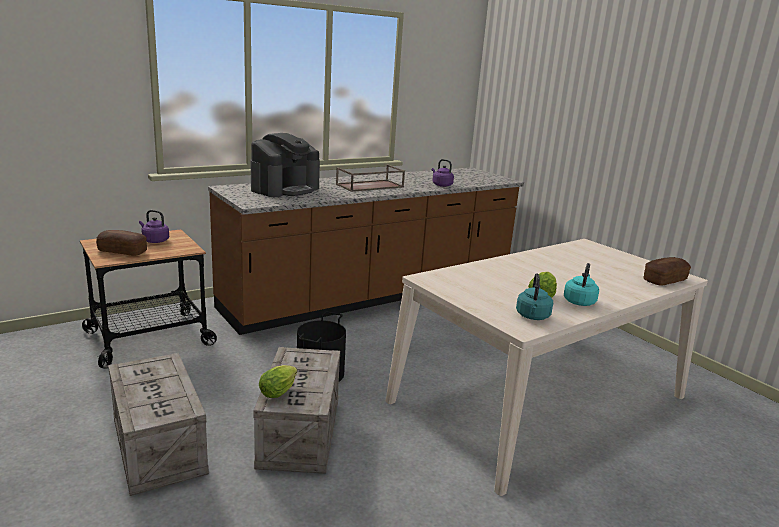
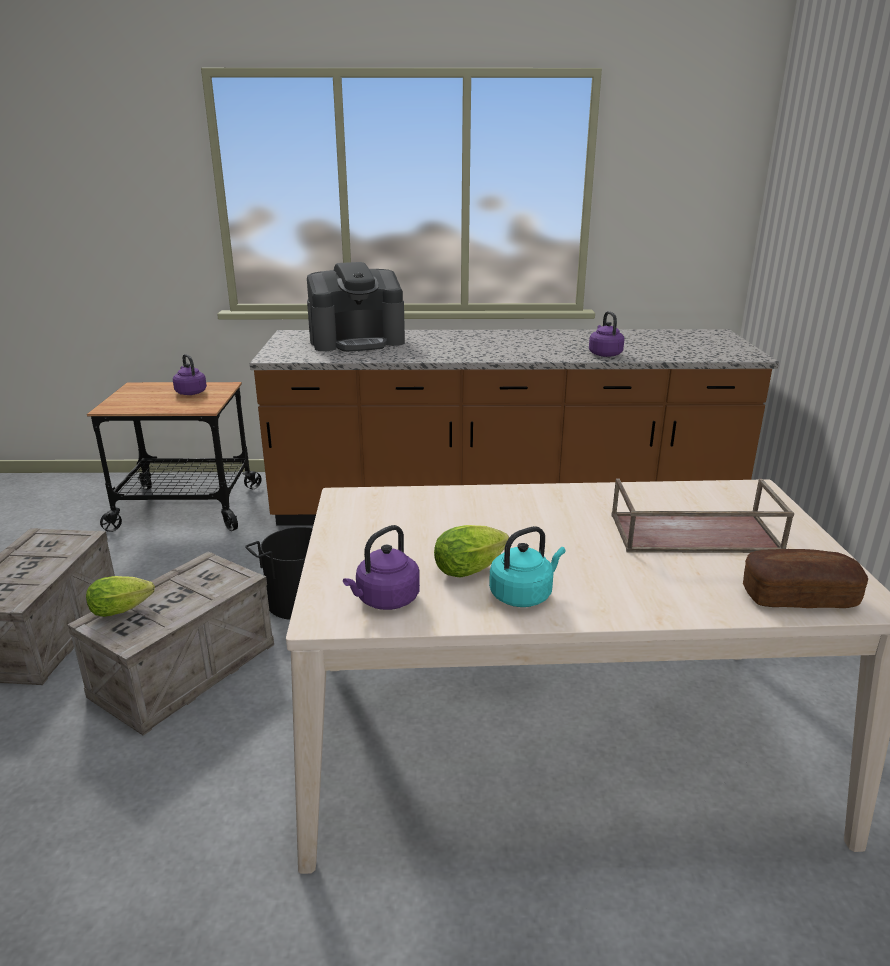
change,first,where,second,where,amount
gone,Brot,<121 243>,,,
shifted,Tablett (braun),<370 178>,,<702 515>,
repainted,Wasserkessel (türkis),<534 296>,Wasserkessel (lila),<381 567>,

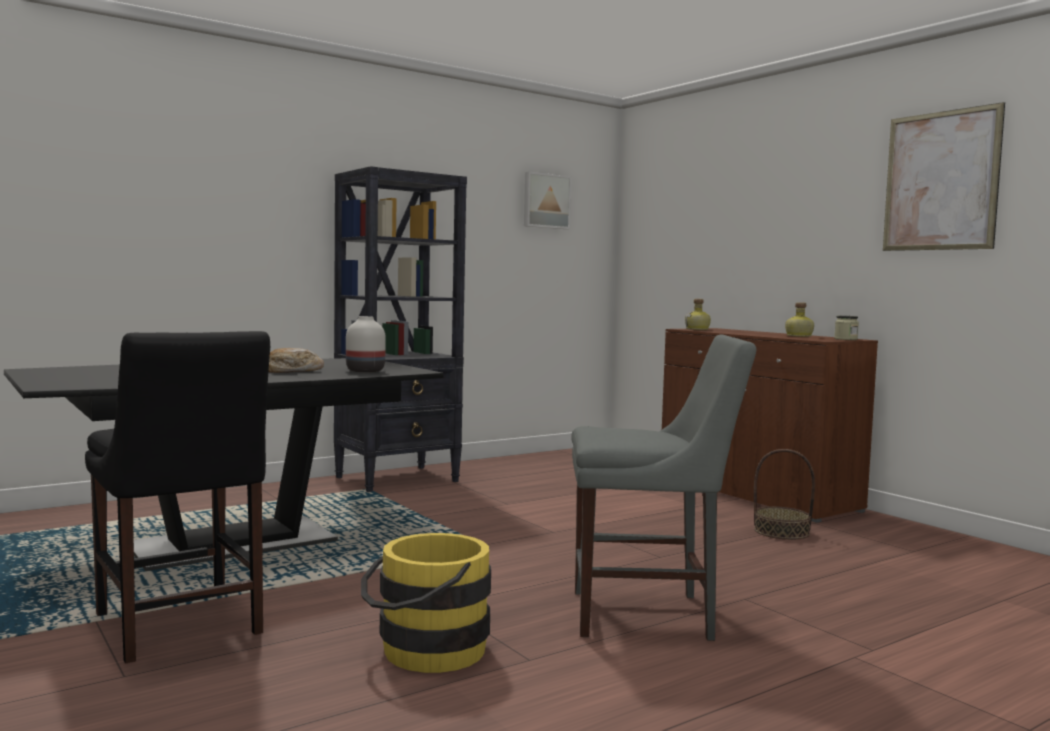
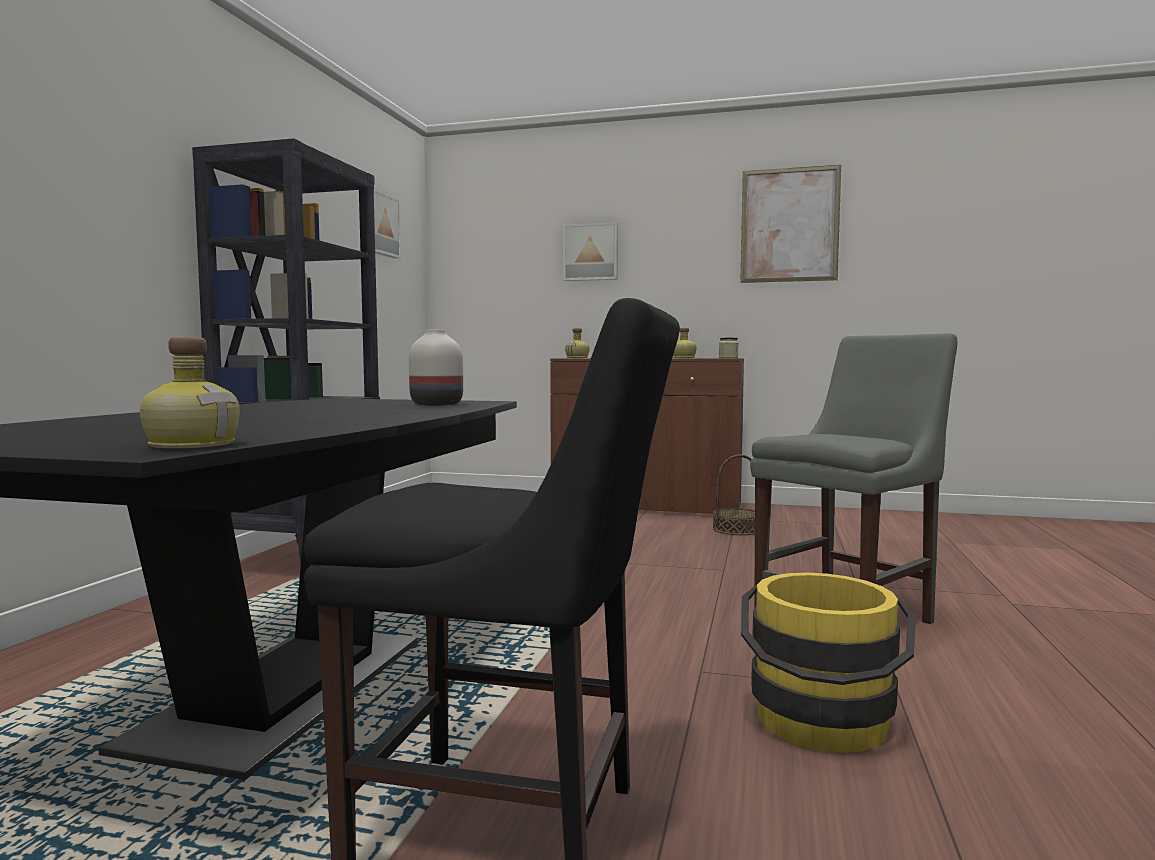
change,first,where,second,where,amount
gone,Brot,<296 360>,,,
new,,,Flasche,<190 392>,
new,,,Bild,<590 251>,

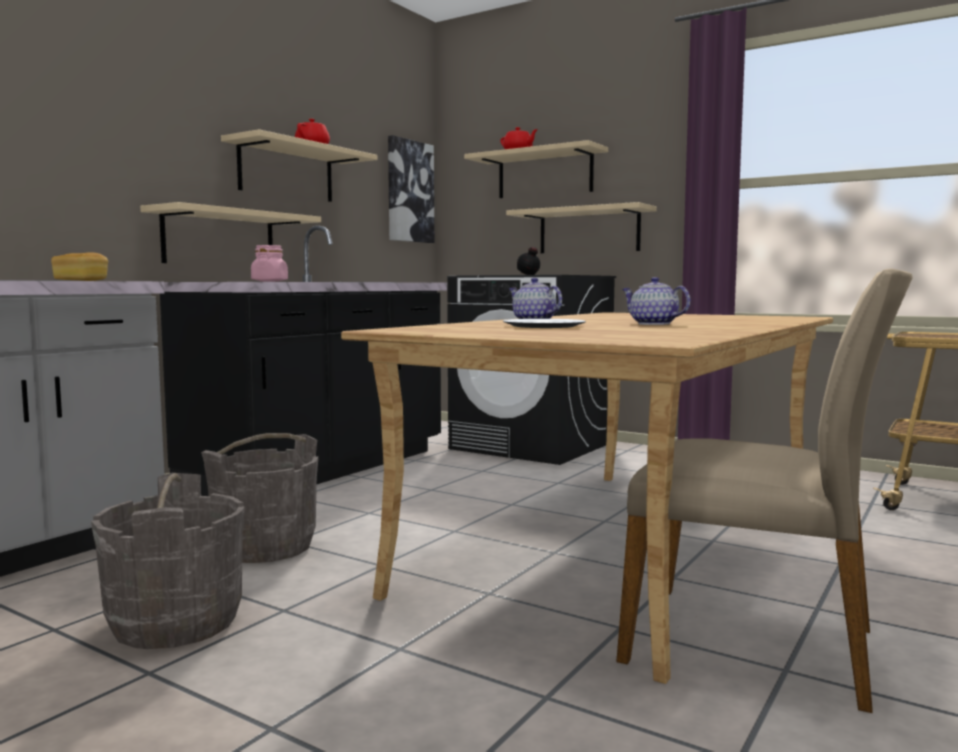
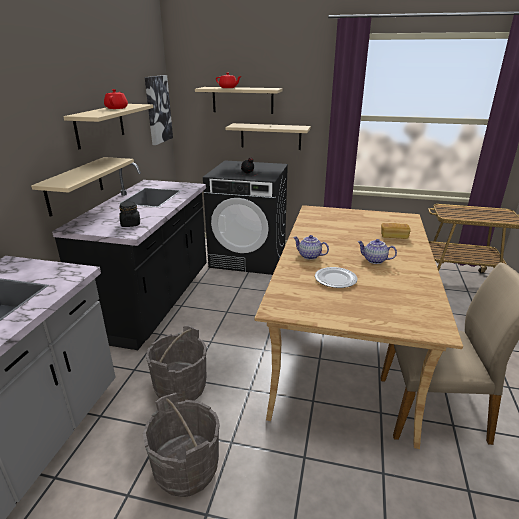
change,first,where,second,where,amount
shifted,Brot,<79 266>,,<396 231>,
repainted,Vorratsglas (rosa),<269 263>,Vorratsglas (schwarz),<129 214>,

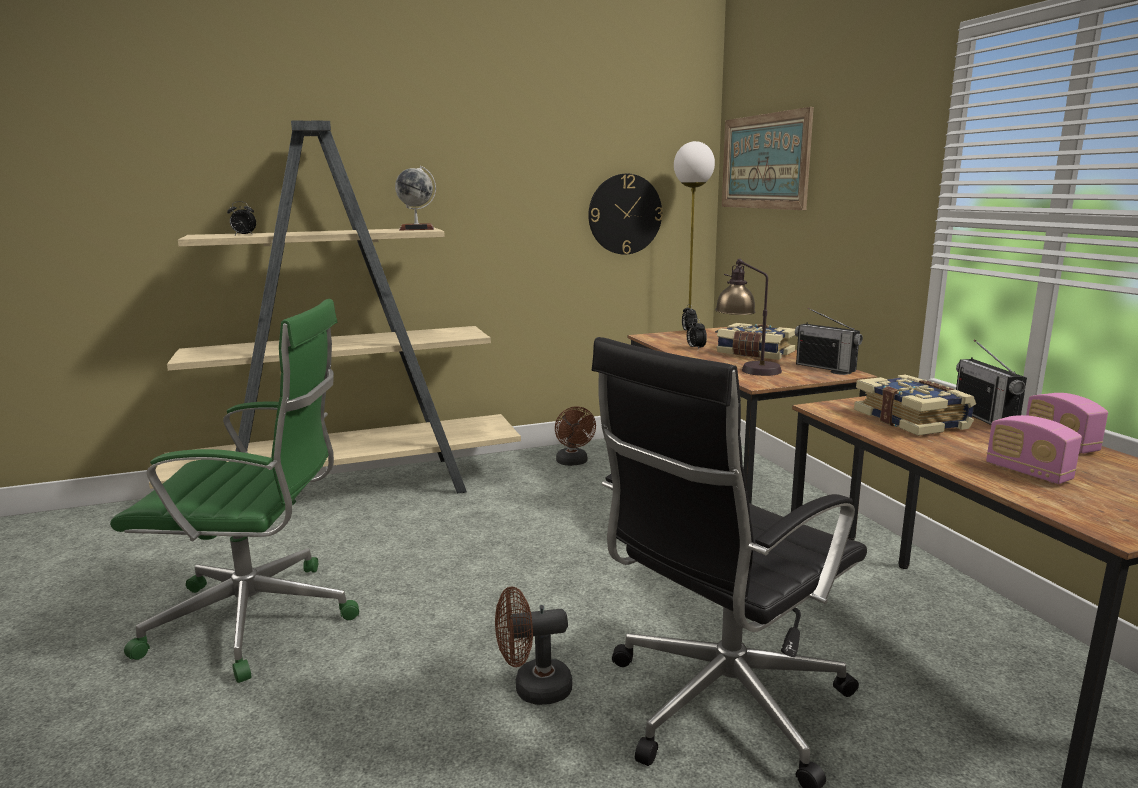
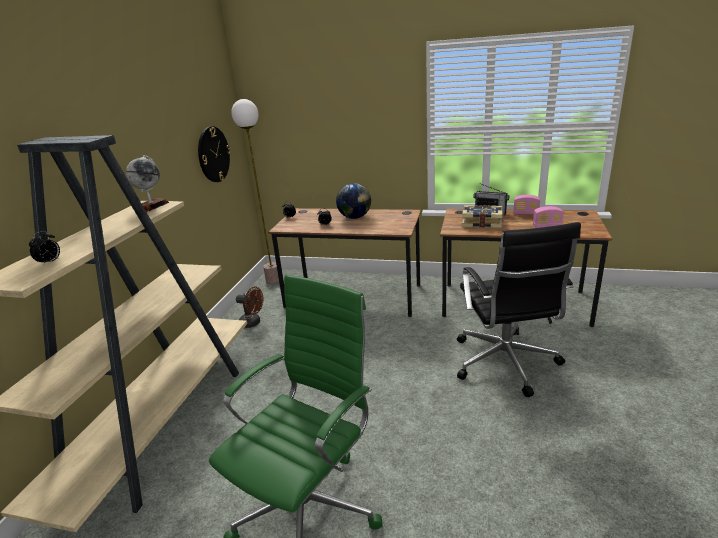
change,first,where,second,where,amount
gone,Ventilator (braun),<533 646>,,,
gone,Tischlampe,<748 317>,,,
swapped,Buch,<755 341>,Globus,<353 201>,
gone,Bild,<768 158>,,,
gone,Radio,<829 340>,,,

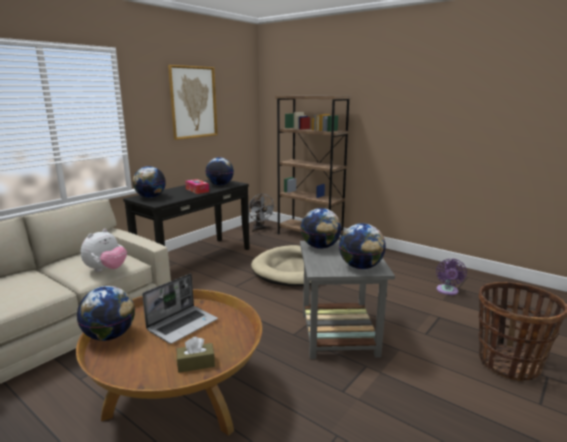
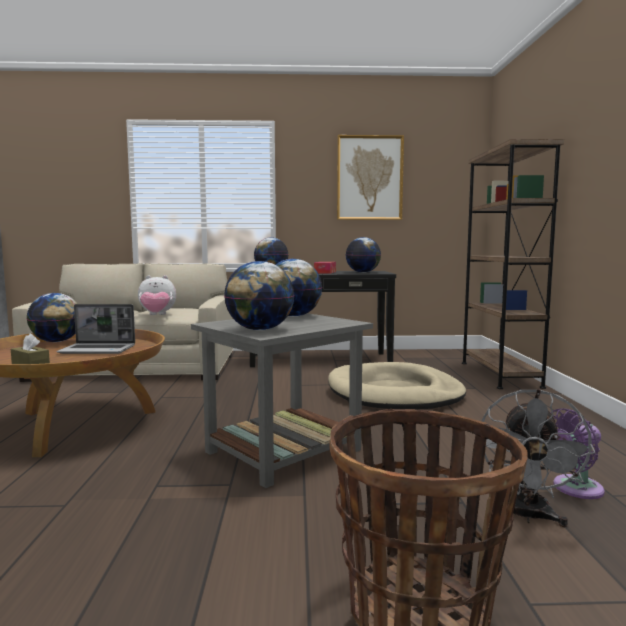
change,first,where,second,where,amount
shifted,Ventilator (grau),<261 212>,,<538 458>,

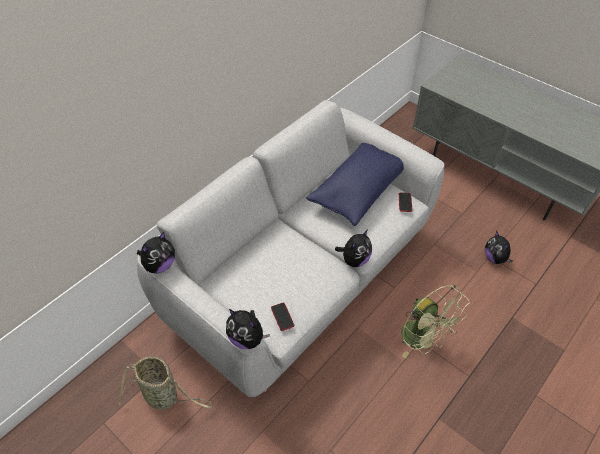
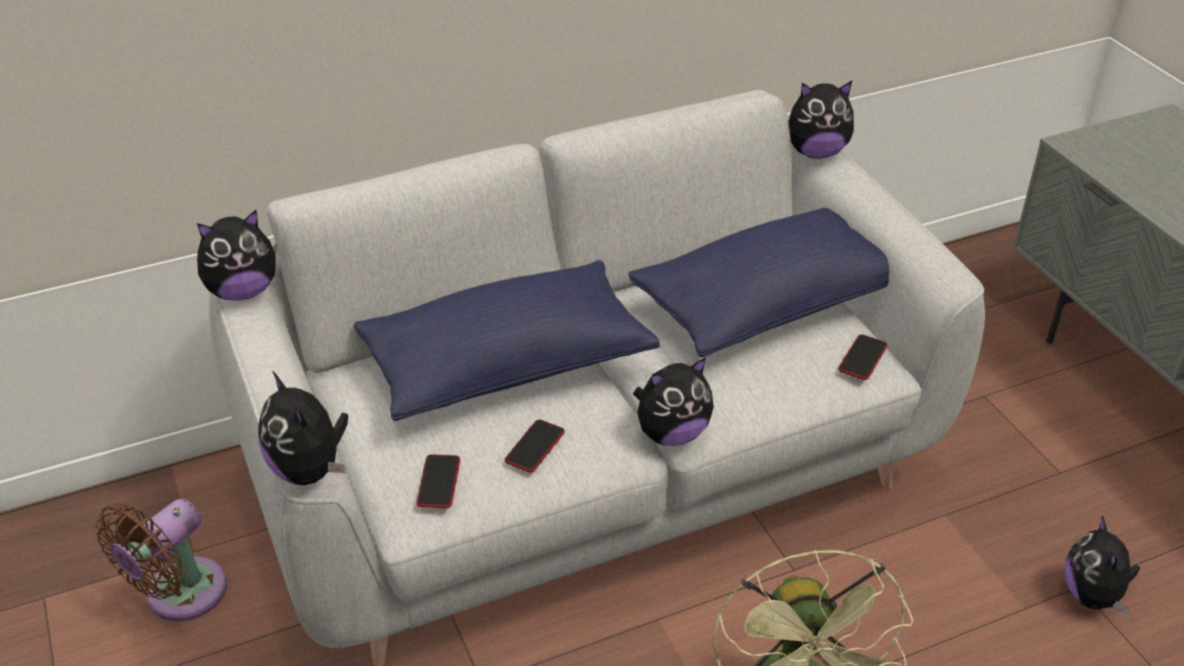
change,first,where,second,where,amount
swapped,Korb,<165 383>,Ventilator (braun),<161 560>,
new,,,Kissen (blau),<507 340>,
new,,,Handy,<535 446>,
new,,,Plüschtier,<821 120>,

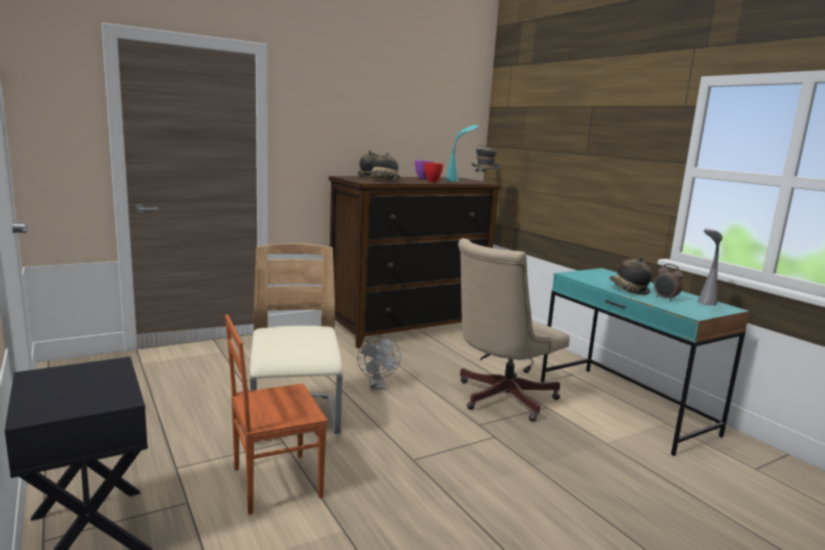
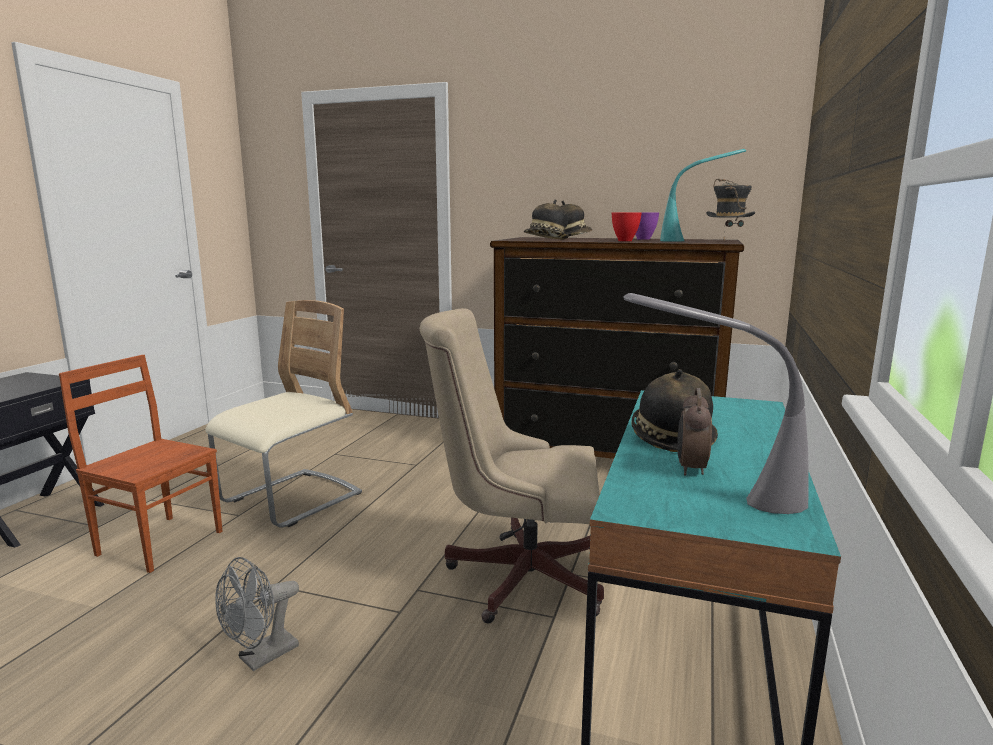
change,first,where,second,where,amount
shifted,Ventilator (grau),<379 363>,,<257 614>,

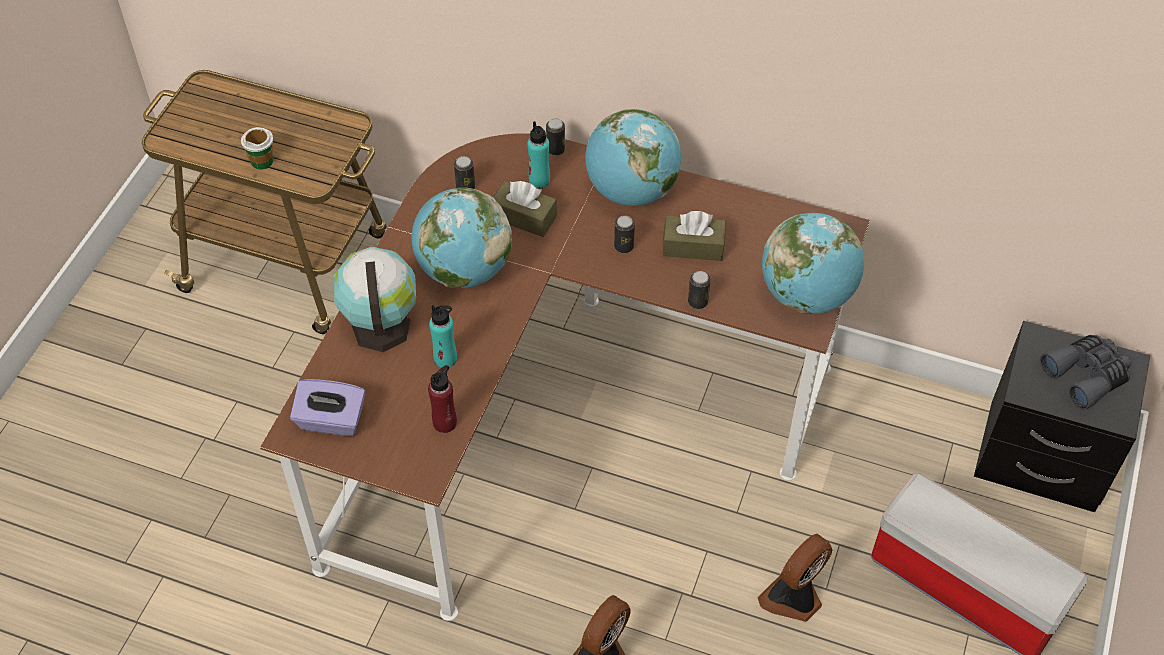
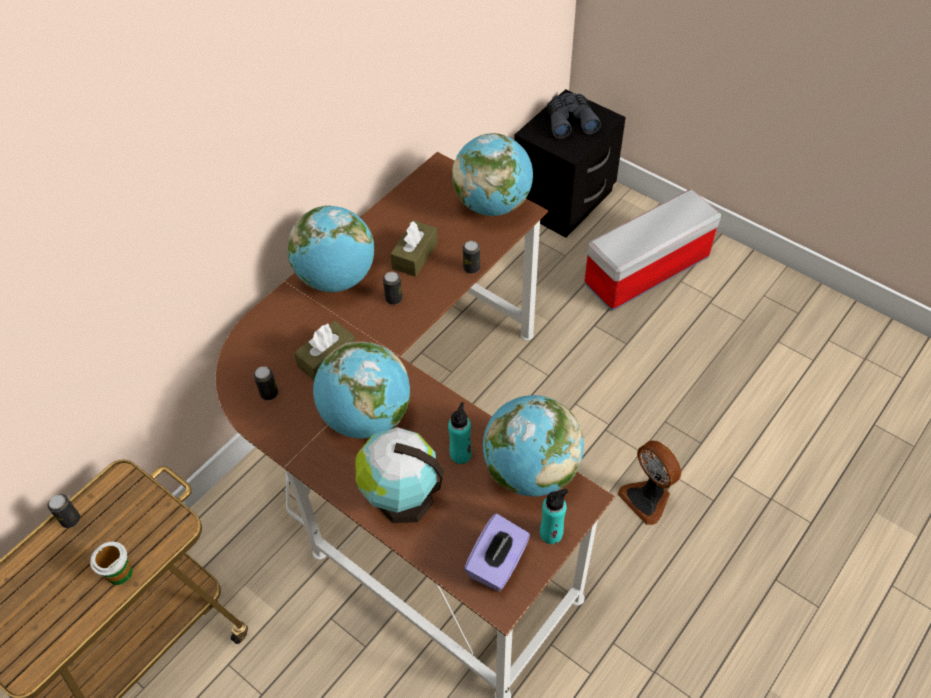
change,first,where,second,where,amount
swapped,Flasche (rot),<442 399>,Globus,<533 445>,
shifted,Flasche (türkis),<538 154>,,<554 516>,
shifted,Dose,<555 136>,,<63 511>,
gone,Ventilator,<794 578>,,,

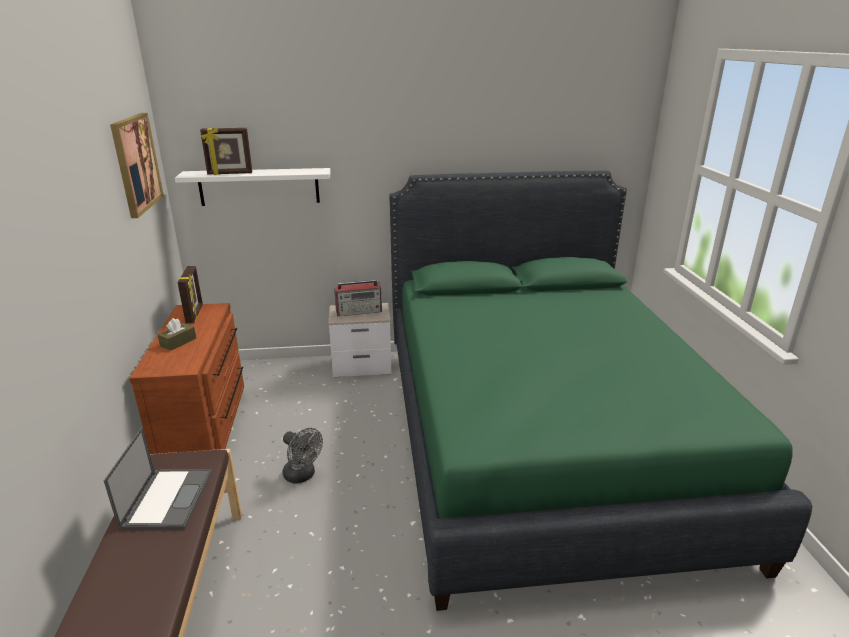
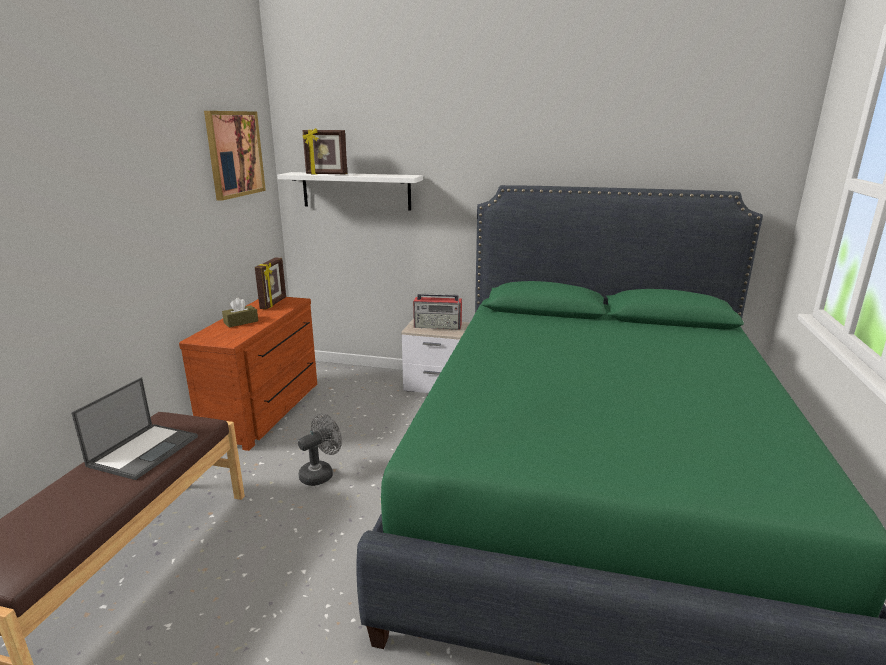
change,first,where,second,where,amount
rotated,Ventilator (grau),<303 456>,,<320 449>,105 degrees counterclockwise

